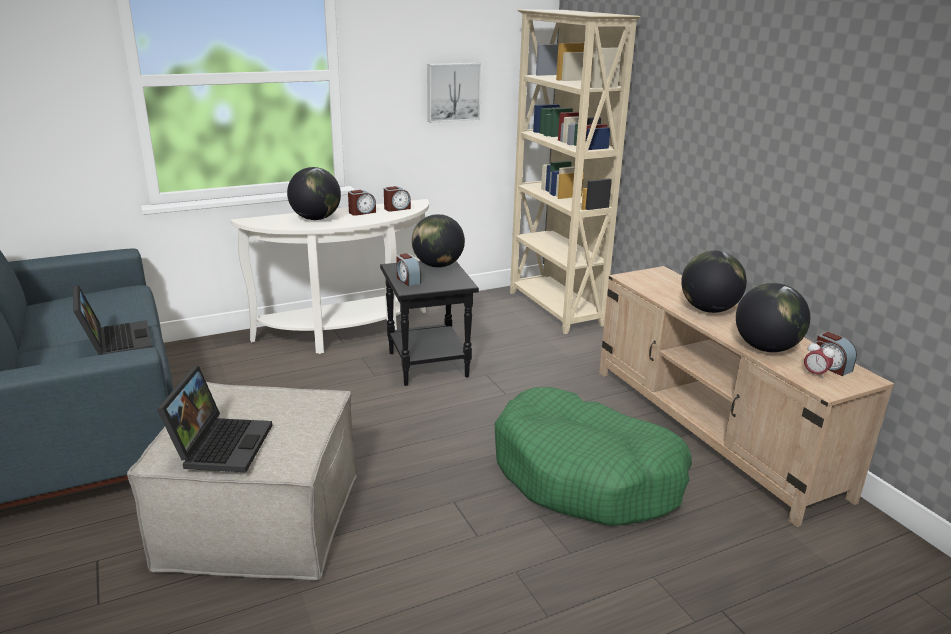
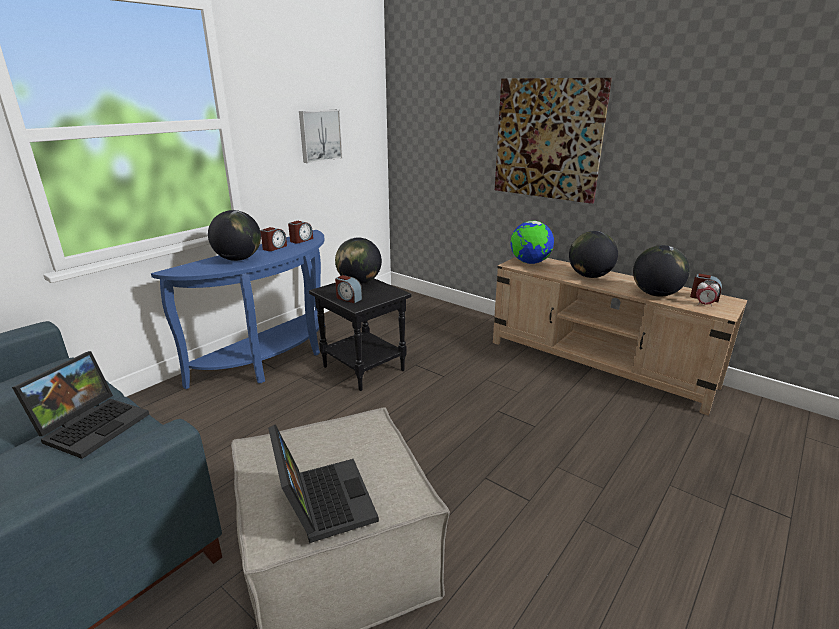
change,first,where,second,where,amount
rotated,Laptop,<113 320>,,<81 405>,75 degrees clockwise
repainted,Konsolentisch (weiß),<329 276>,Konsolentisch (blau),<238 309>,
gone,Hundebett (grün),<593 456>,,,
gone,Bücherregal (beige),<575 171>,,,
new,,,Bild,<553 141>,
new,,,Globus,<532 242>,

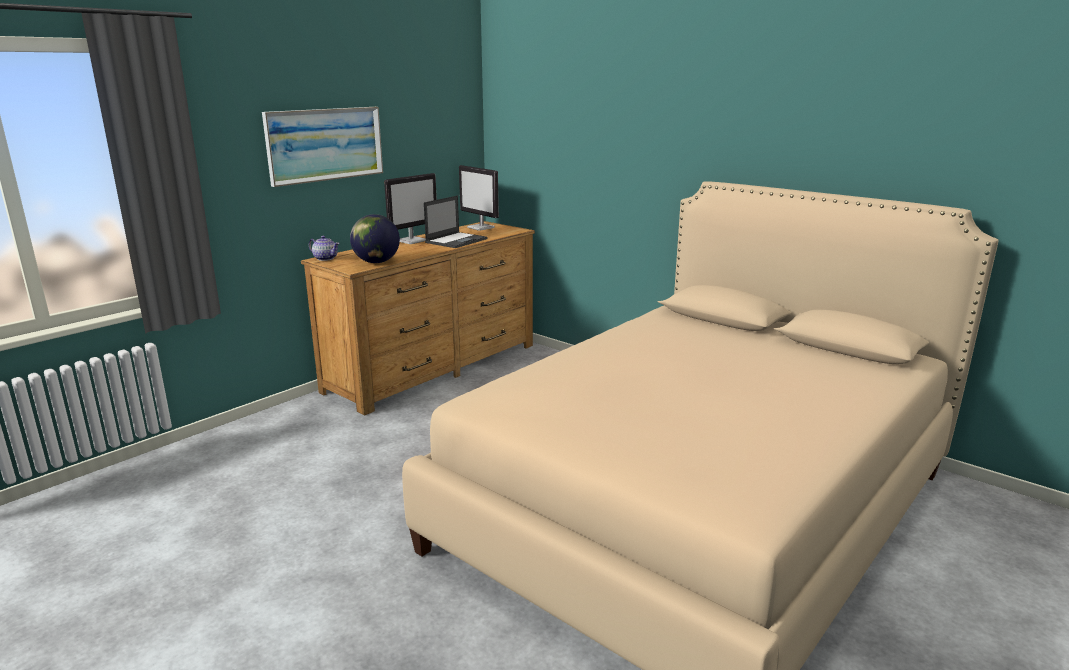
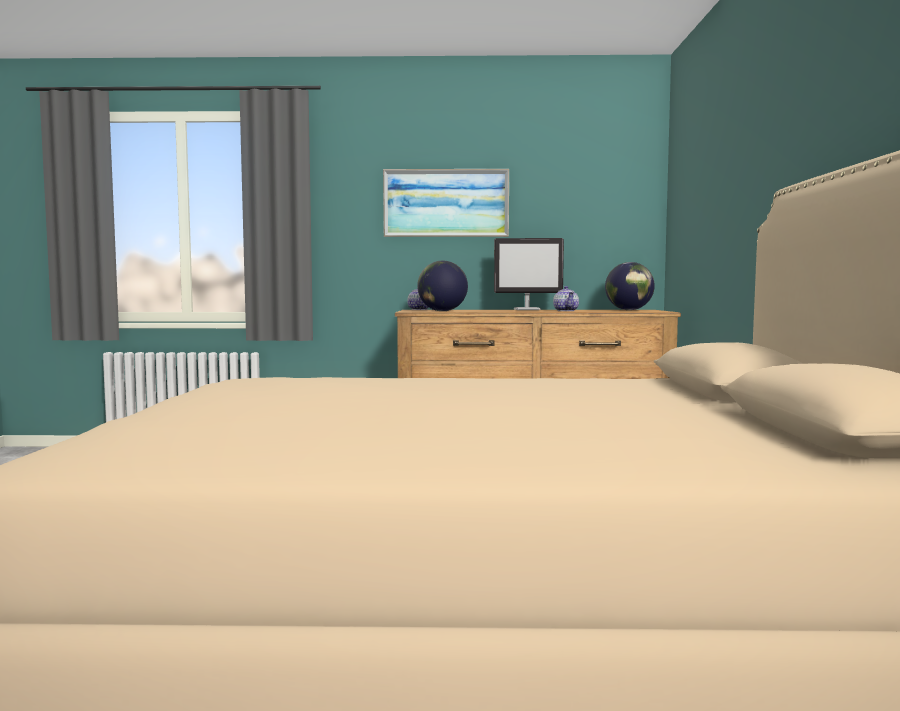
change,first,where,second,where,amount
swapped,Laptop,<456 222>,Teekanne,<566 298>,
swapped,Monitor,<479 198>,Globus,<630 286>,

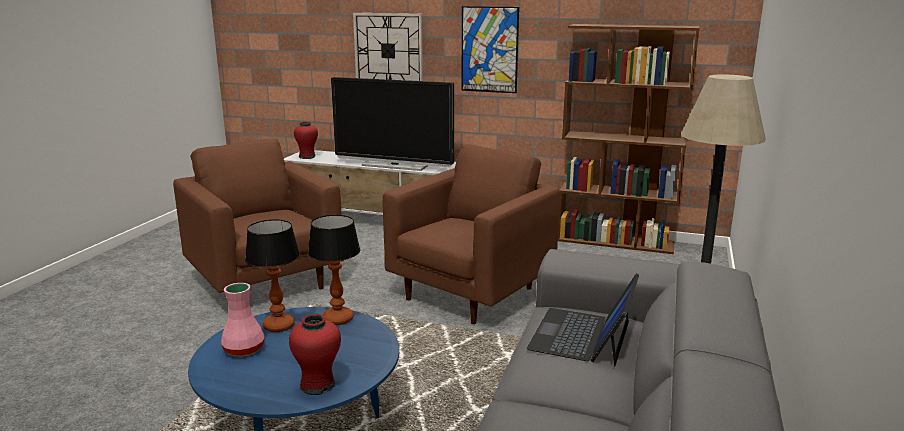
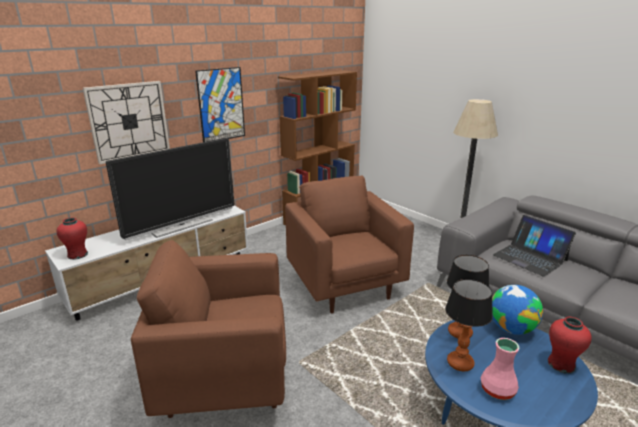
change,first,where,second,where,amount
new,,,Globus,<517 310>,

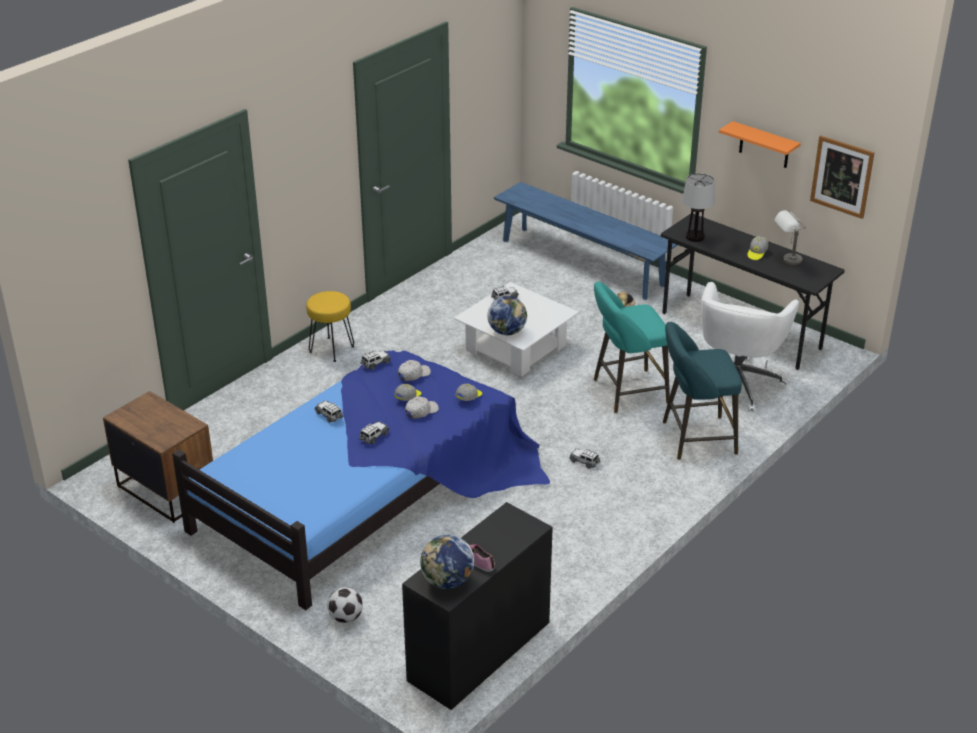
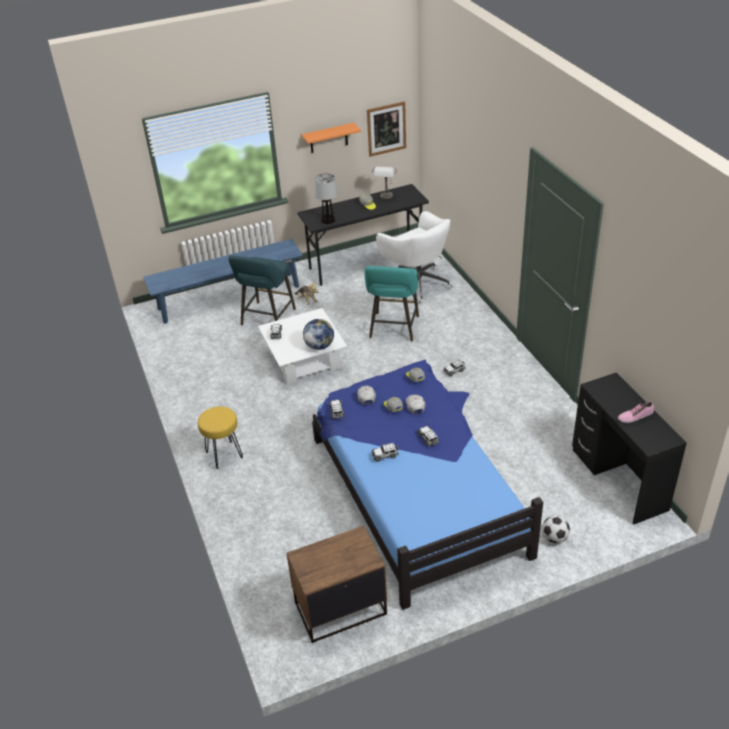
change,first,where,second,where,amount
gone,Globus,<447 562>,,,
shifted,Hocker (türkis),<702 391>,,<262 290>,

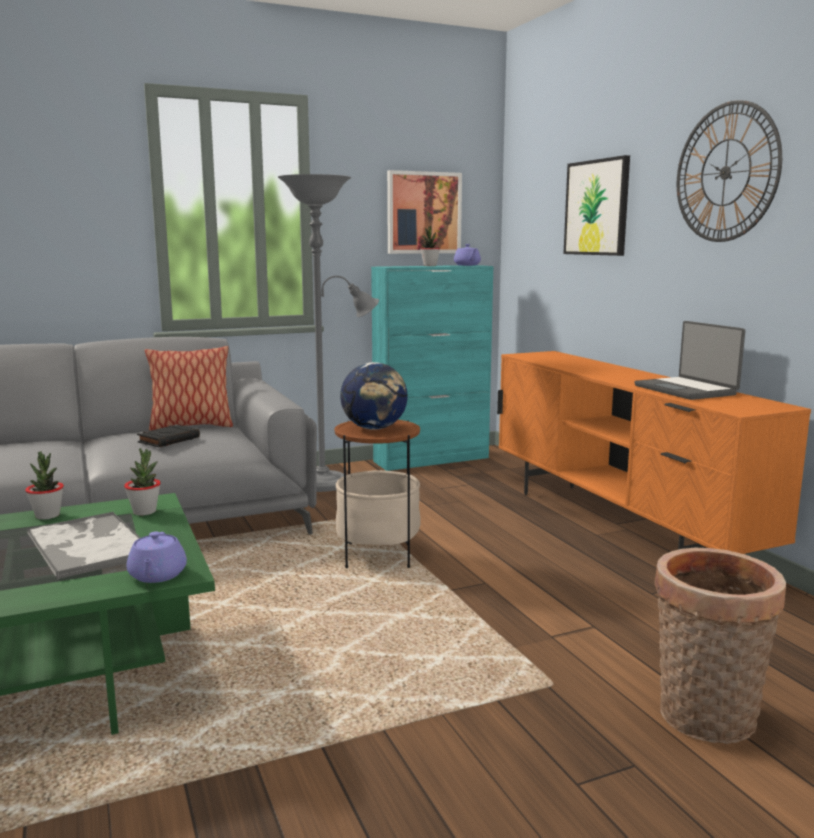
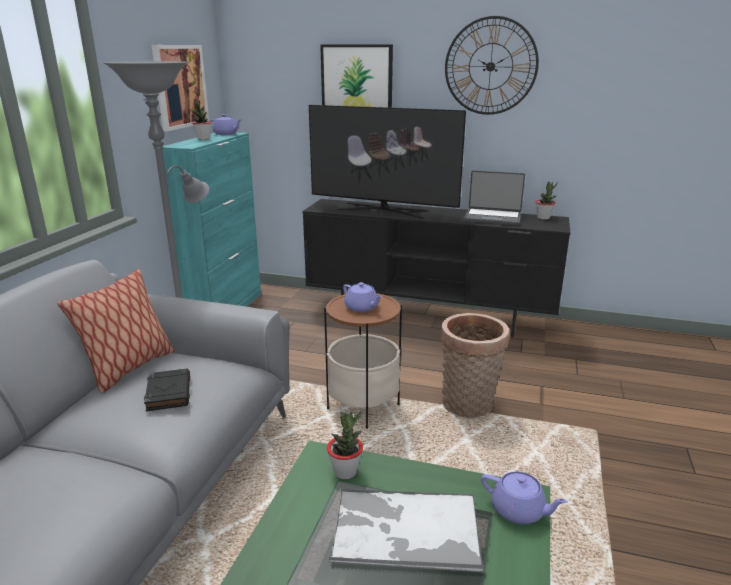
change,first,where,second,where,amount
shifted,Topfpflanze,<44 485>,,<547 200>,
swapped,Globus,<374 396>,Teekanne (lila),<363 297>,
repainted,Fernsehschrank (orange),<654 452>,Fernsehschrank (schwarz),<436 268>,
shifted,Korb,<720 645>,,<474 365>,
new,,,Fernseher,<387 162>,

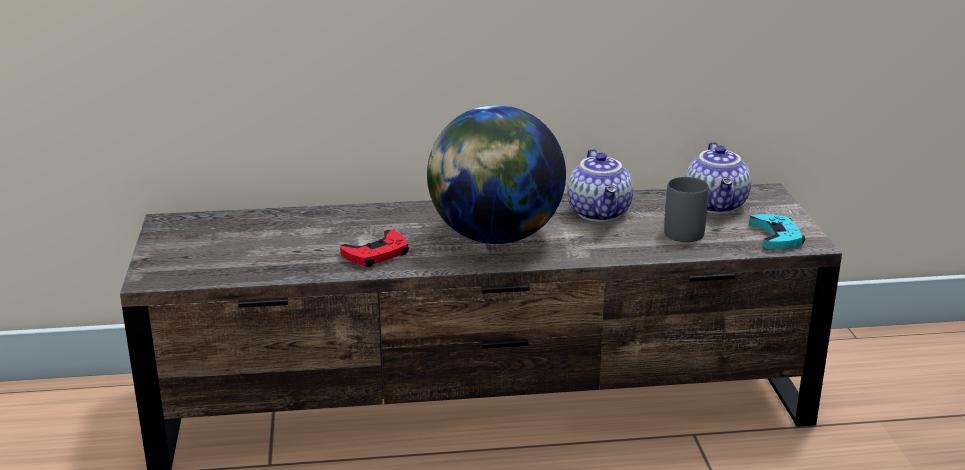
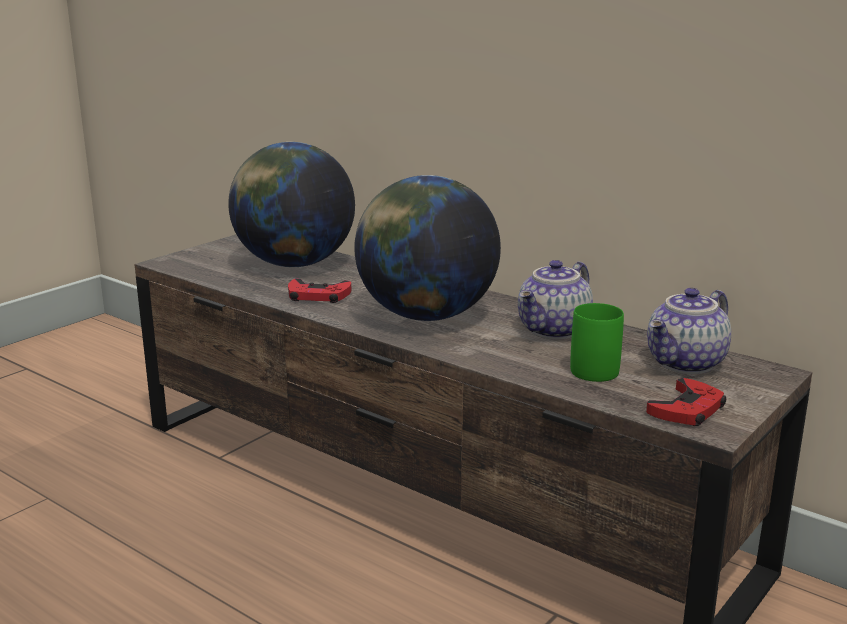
change,first,where,second,where,amount
repainted,Henkelbecher (grau),<686 209>,Henkelbecher (grün),<597 342>,
repainted,Gamepad (türkis),<777 231>,Gamepad (rot),<686 402>,
new,,,Globus,<291 204>,

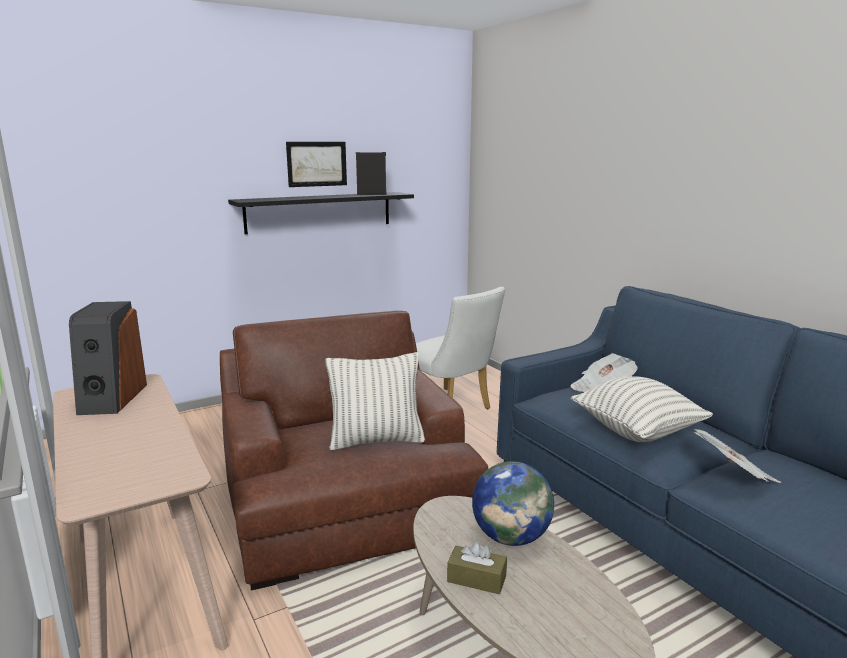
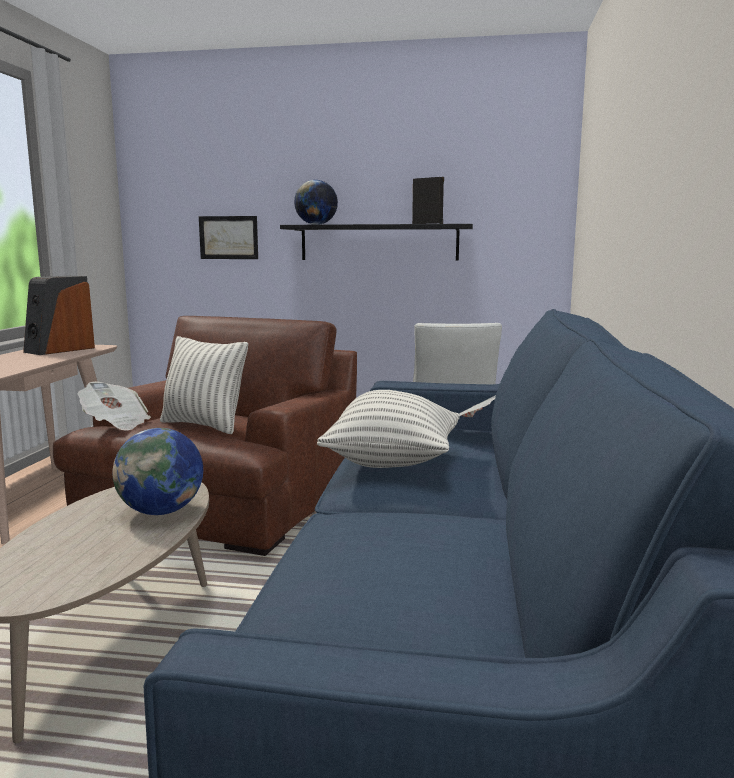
change,first,where,second,where,amount
shifted,Bild,<316 164>,,<228 237>,
gone,Taschentuchbox (braun),<477 567>,,,
shifted,Zeitung,<737 456>,,<114 406>,
new,,,Globus,<316 202>,

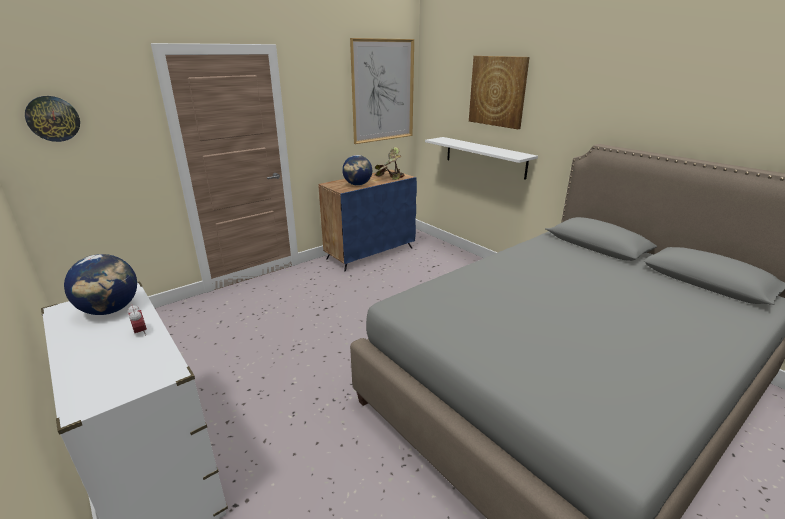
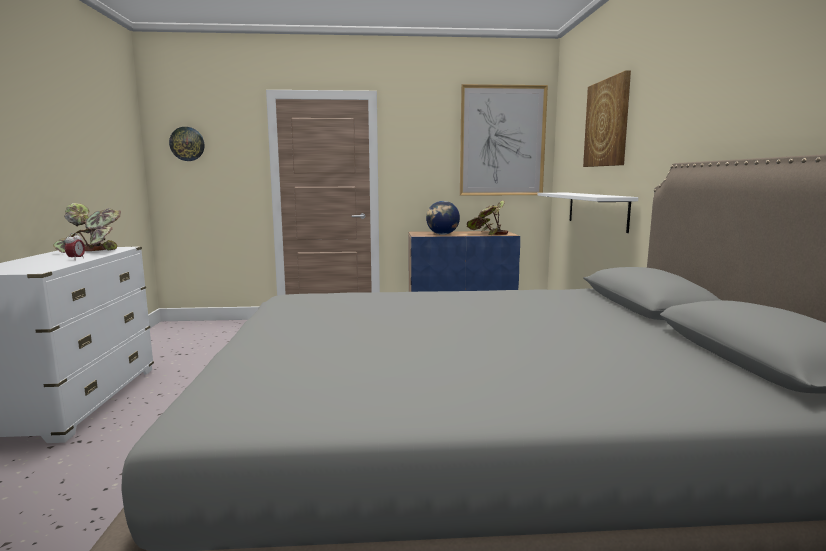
change,first,where,second,where,amount
swapped,Globus,<100 284>,Topfpflanze,<87 228>,

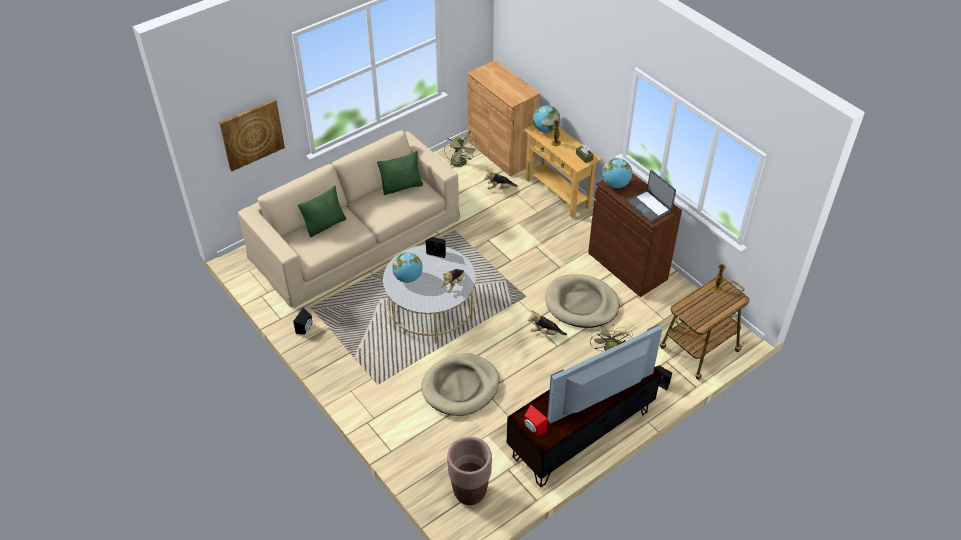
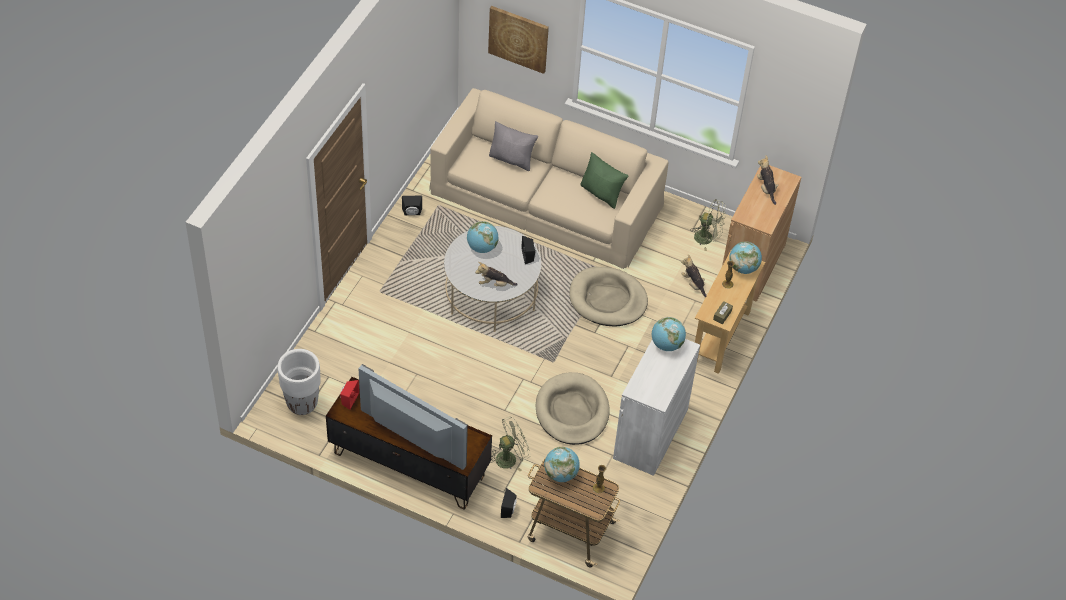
change,first,where,second,where,amount
repainted,Kissen (grün),<322 211>,Kissen (grau),<513 146>,
shifted,Hundebett (beige),<460 384>,,<608 297>,
rotated,Ventilator (grün),<461 148>,,<708 225>,105 degrees counterclockwise
repainted,Pflanzkübel (braun),<469 471>,Pflanzkübel (weiß),<299 382>,
shifted,Plüschtier,<547 322>,,<767 180>,
repainted,Schrank (braun),<635 235>,Schrank (weiß),<656 407>,
gone,Laptop,<651 196>,,,
new,,,Globus,<562 464>,

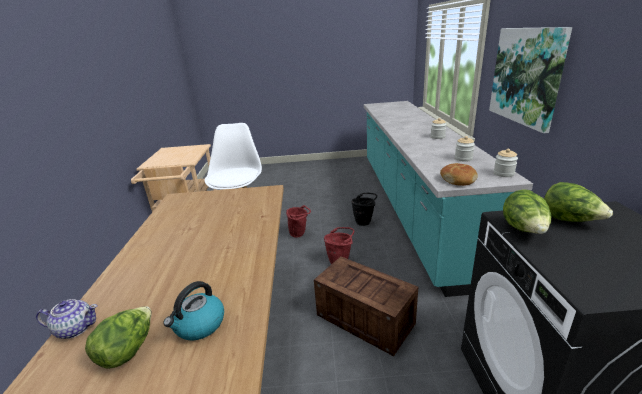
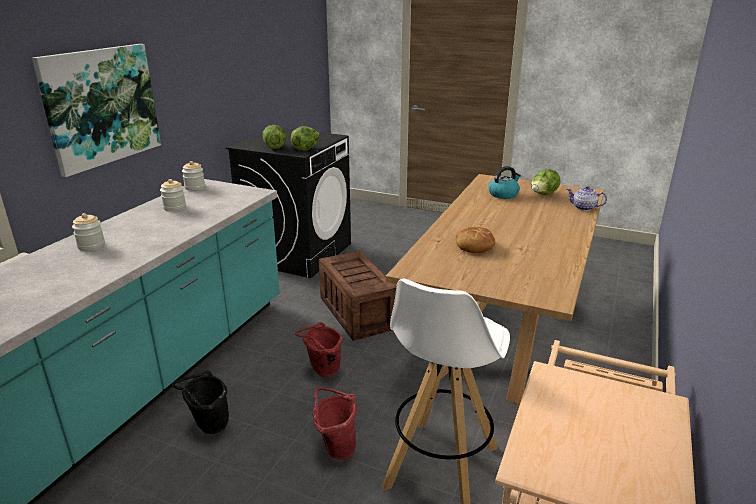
change,first,where,second,where,amount
shifted,Brot,<459 174>,,<476 240>,

